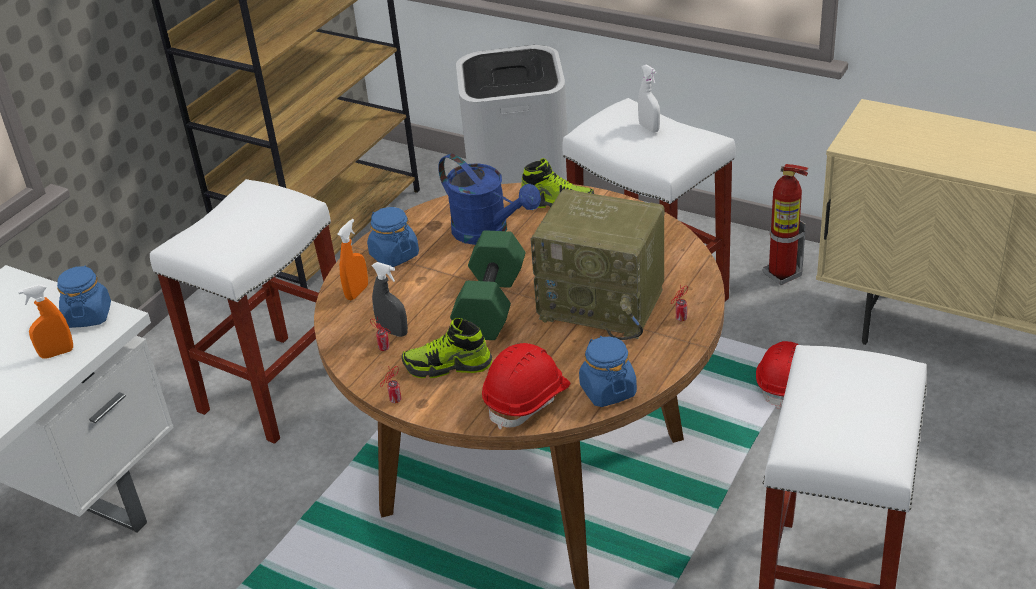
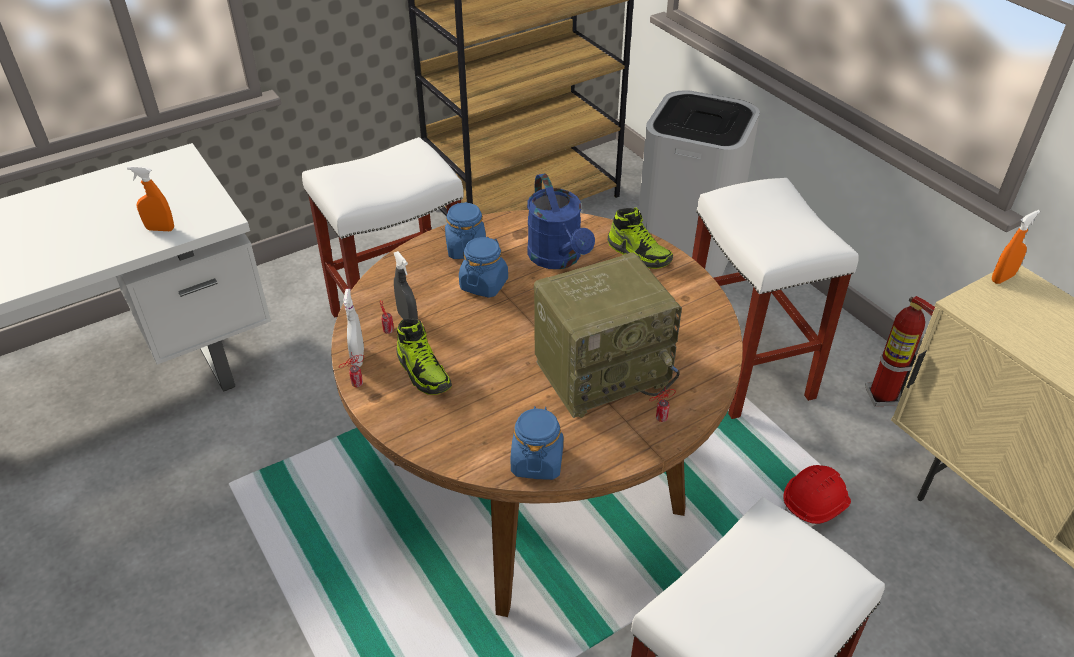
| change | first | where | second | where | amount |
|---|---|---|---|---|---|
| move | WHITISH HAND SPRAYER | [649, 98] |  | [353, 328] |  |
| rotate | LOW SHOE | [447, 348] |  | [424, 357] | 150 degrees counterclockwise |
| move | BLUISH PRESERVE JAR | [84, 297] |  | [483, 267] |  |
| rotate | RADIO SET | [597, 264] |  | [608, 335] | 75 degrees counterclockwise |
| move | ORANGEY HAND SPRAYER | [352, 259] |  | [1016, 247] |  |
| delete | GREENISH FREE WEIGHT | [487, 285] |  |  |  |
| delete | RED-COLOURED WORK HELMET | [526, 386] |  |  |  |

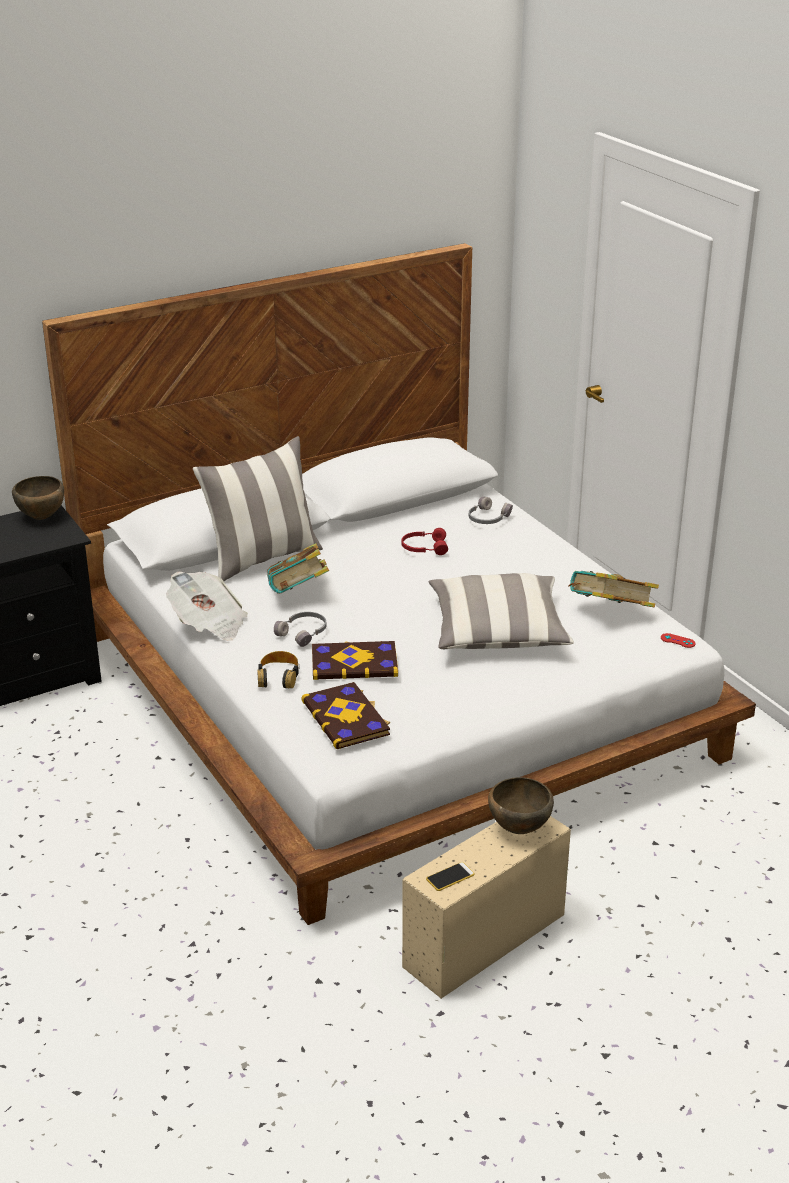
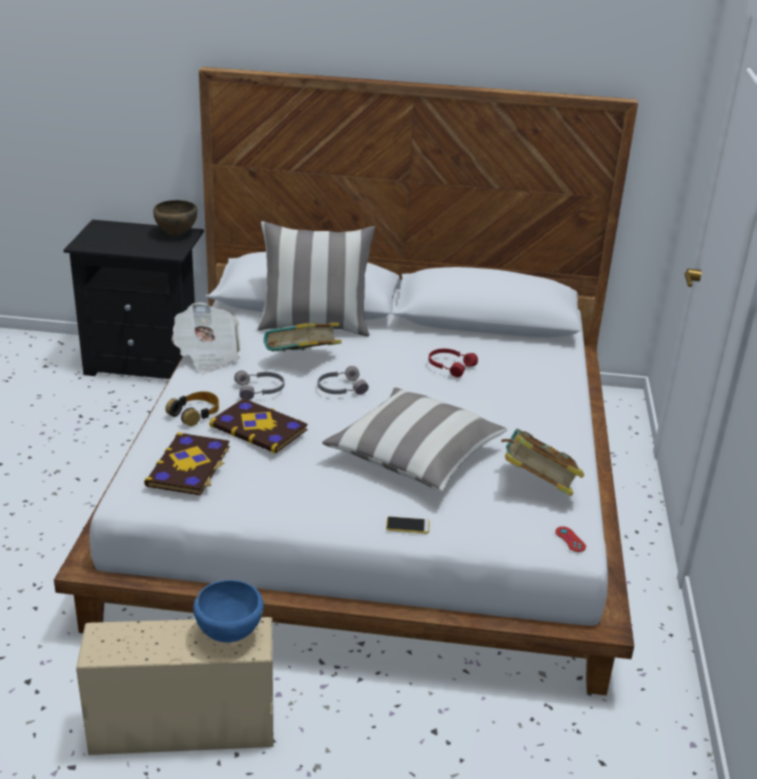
| change | first | where | second | where | amount |
|---|---|---|---|---|---|
| recolor | BROWN SERVING BOWL | [521, 805] | BLUISH SERVING BOWL | [229, 611] |  |
| move | GREY HEADPHONES | [491, 510] |  | [343, 380] |  |
| move | PHONE | [450, 876] |  | [408, 525] |  |

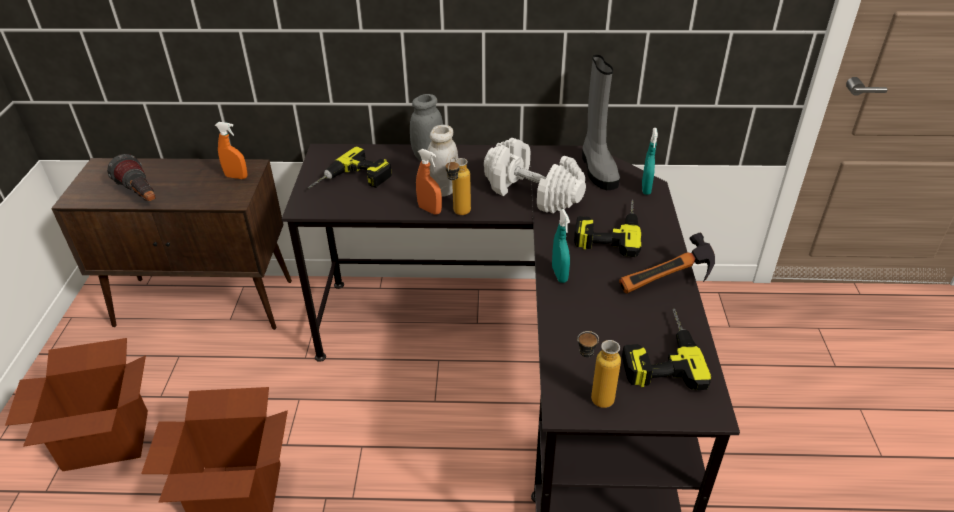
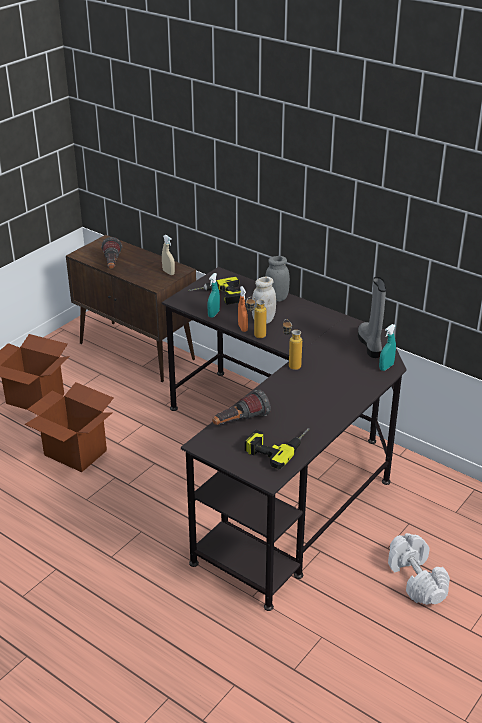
| change | first | where | second | where | amount |
|---|---|---|---|---|---|
| recolor | ORANGEY HAND SPRAYER | [231, 150] | BEIGE HAND SPRAYER | [168, 255] |  |
| move | TURQUOISE HAND SPRAYER | [561, 246] |  | [214, 295] |  |
| insert |  |  | TORCH | [241, 407] |  |
| move | BOTTLE | [599, 369] |  | [292, 344] |  |
| rotate | GREY HIGH-TOP BOOT | [601, 122] |  | [372, 317] | 150 degrees clockwise |
| move | WHITISH FREE WEIGHT | [535, 176] |  | [419, 569] |  |
| delete | ELECTRIC DRILL | [607, 228] |  |  |  |
| delete | HAND HAMMER | [667, 263] |  |  |  |

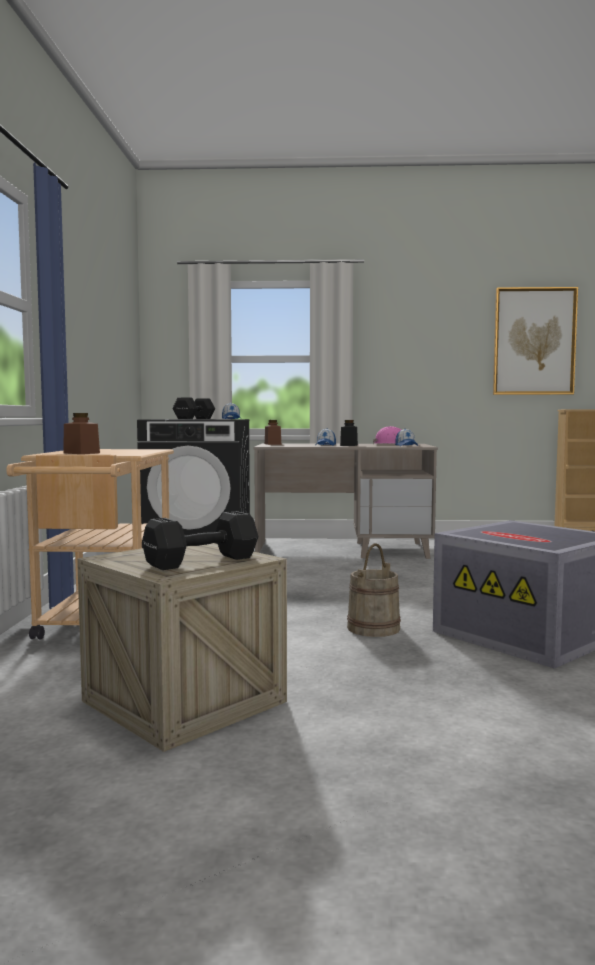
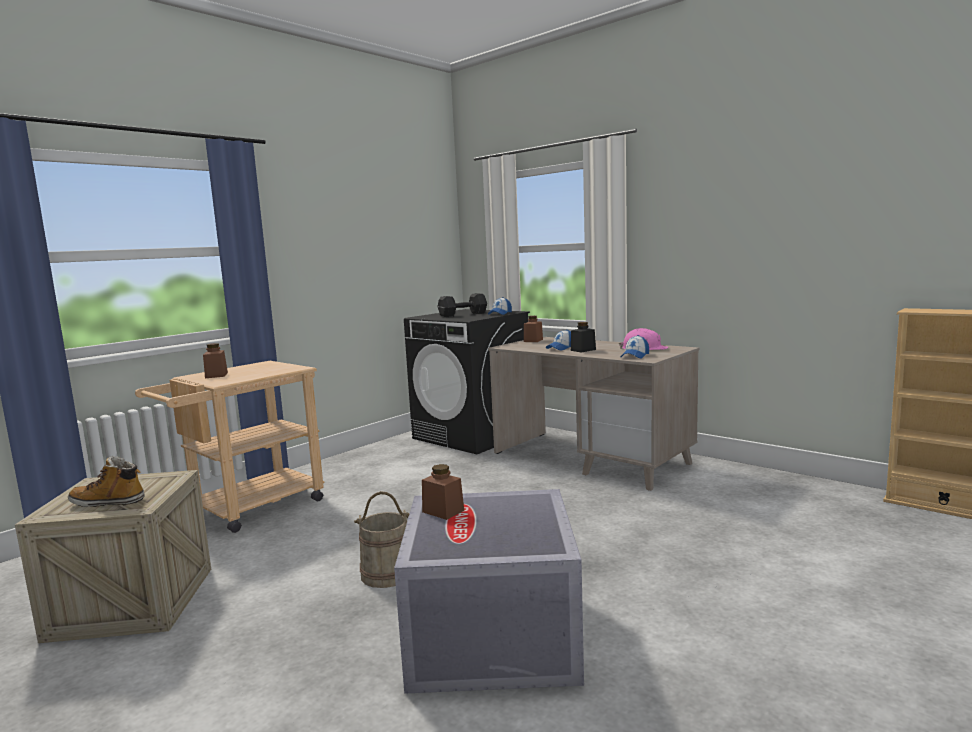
| change | first | where | second | where | amount |
|---|---|---|---|---|---|
| replace | BLACK-COLOURED FREE WEIGHT | [200, 540] | HIGH-TOP BOOT | [106, 481] |  |
| insert |  |  | BROWN PRESERVE JAR | [443, 492] |  |
| delete | WALL PICTURE | [535, 341] |  |  |  |

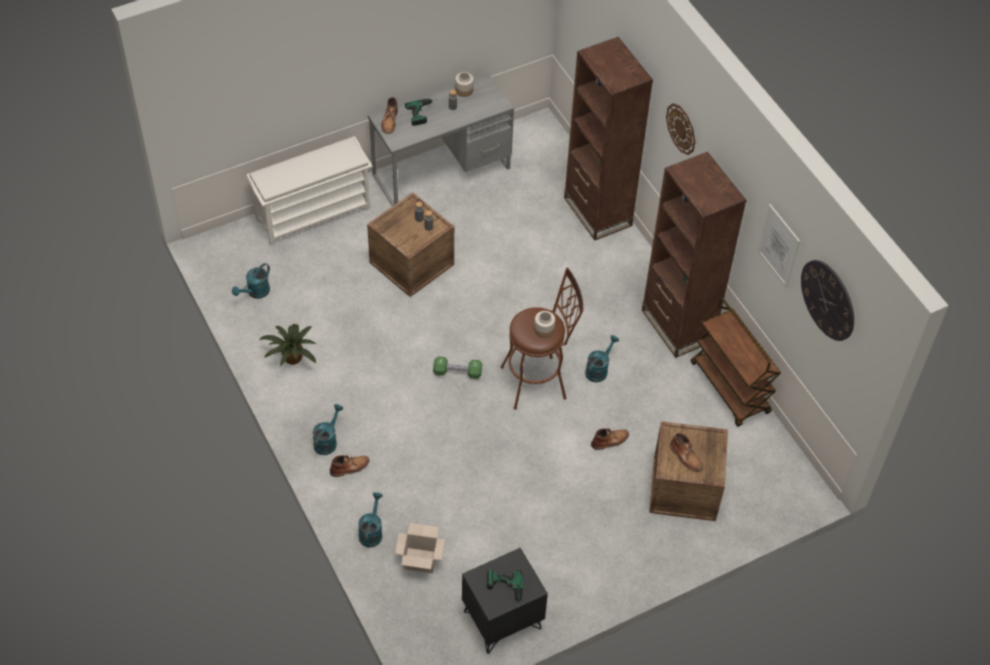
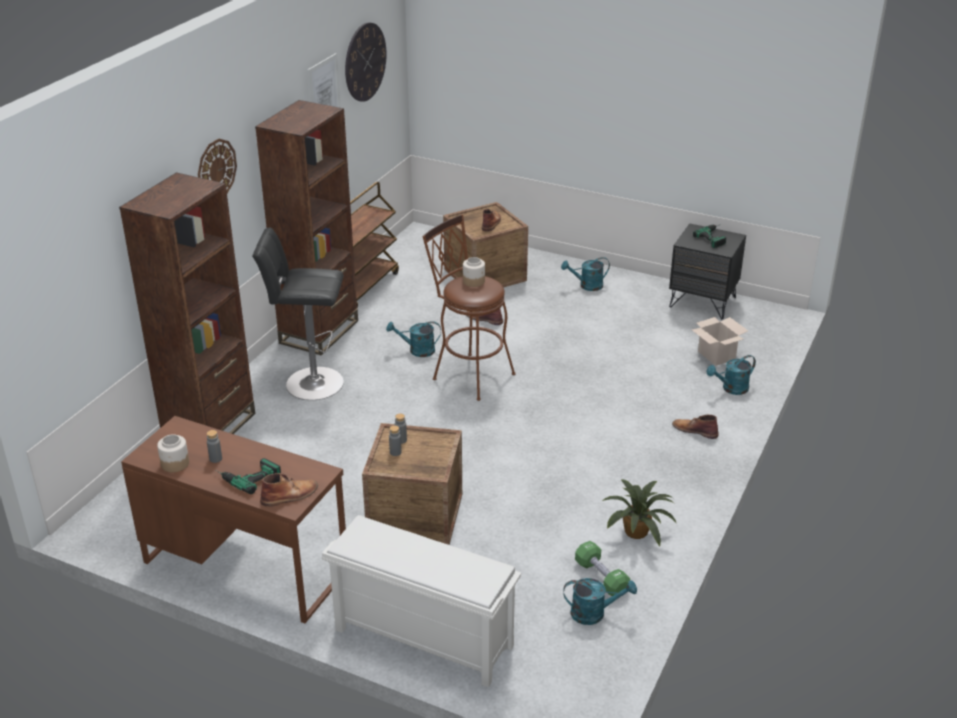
| change | first | where | second | where | amount |
|---|---|---|---|---|---|
| recolor | GREY DESK TABLE | [441, 139] | BROWN DESK TABLE | [233, 519] |  |
| insert |  |  | BLACK-COLOURED SITTING STOOL | [298, 313] |  |
| move | TURQUOISE WATERING POT | [328, 429] |  | [585, 274] |  |
| move | GREENISH FREE WEIGHT | [457, 367] |  | [602, 568] |  |

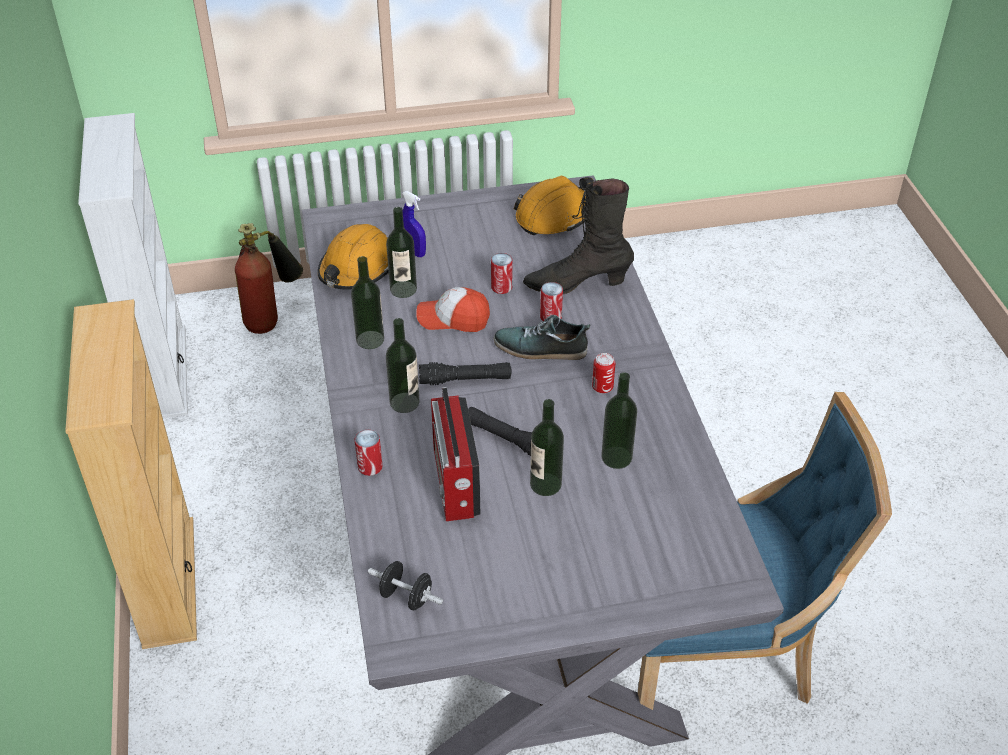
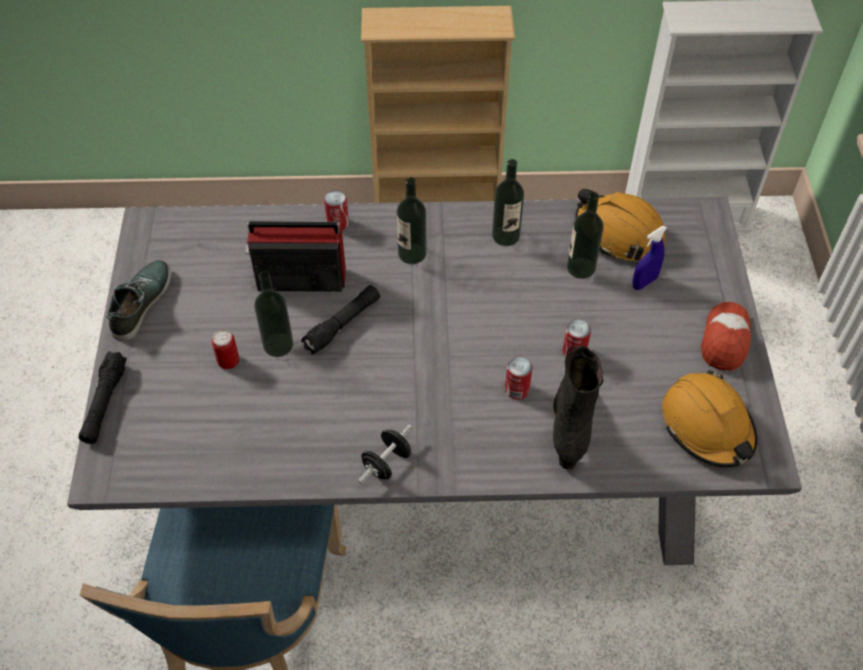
| change | first | where | second | where | amount |
|---|---|---|---|---|---|
| move | BLACK-COLOURED TORCH | [465, 373] |  | [102, 397] |  |
| move | LOW SHOE | [542, 337] |  | [138, 300] |  |
| move | METAL CAN | [603, 373] |  | [225, 349] |  |
| move | BLACK-COLOURED FREE WEIGHT | [405, 585] |  | [385, 454] |  |
| move | PEAKED CAP | [453, 309] |  | [726, 336] |  |
| delete | FIRE EXTINGUISHER | [269, 278] |  |  |  |
| delete | BOTTLE | [619, 420] |  |  |  |

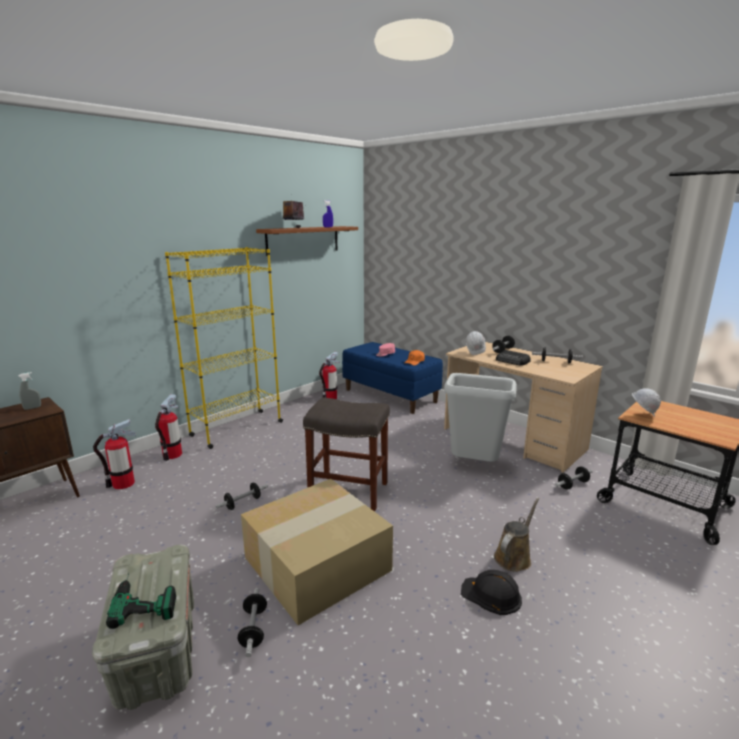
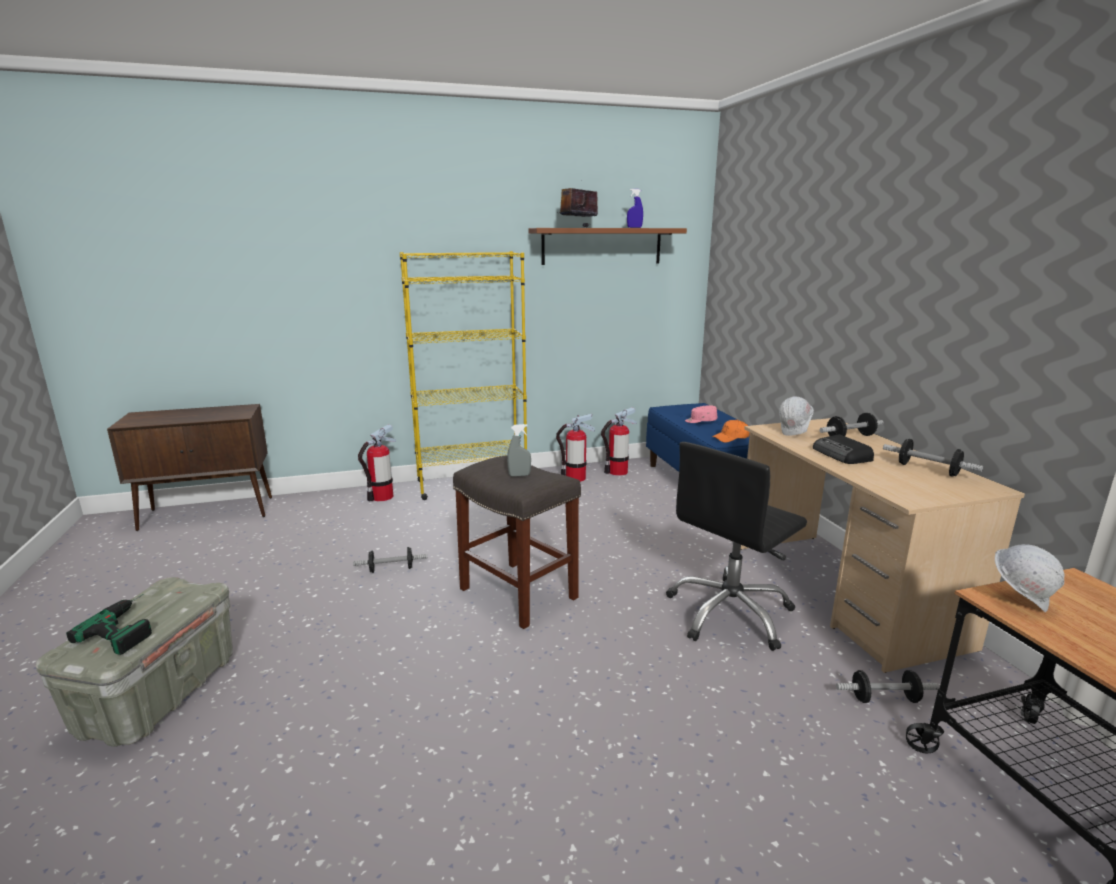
| change | first | where | second | where | amount |
|---|---|---|---|---|---|
| move | GREY HAND SPRAYER | [30, 391] |  | [519, 450] |  |
| move | FIRE EXTINGUISHER | [114, 454] |  | [575, 448] |  |
| replace | GREY WASTE BIN | [480, 417] | BLACK-COLOURED COMPUTER CHAIR | [736, 546] |  |
| delete | FREE WEIGHT | [252, 622] |  |  |  |
| delete | CARDBOARD BOX | [317, 552] |  |  |  |
| delete | BLACK-COLOURED WORK HELMET | [491, 592] |  |  |  |
| delete | BROWN WATERING POT | [517, 535] |  |  |  |

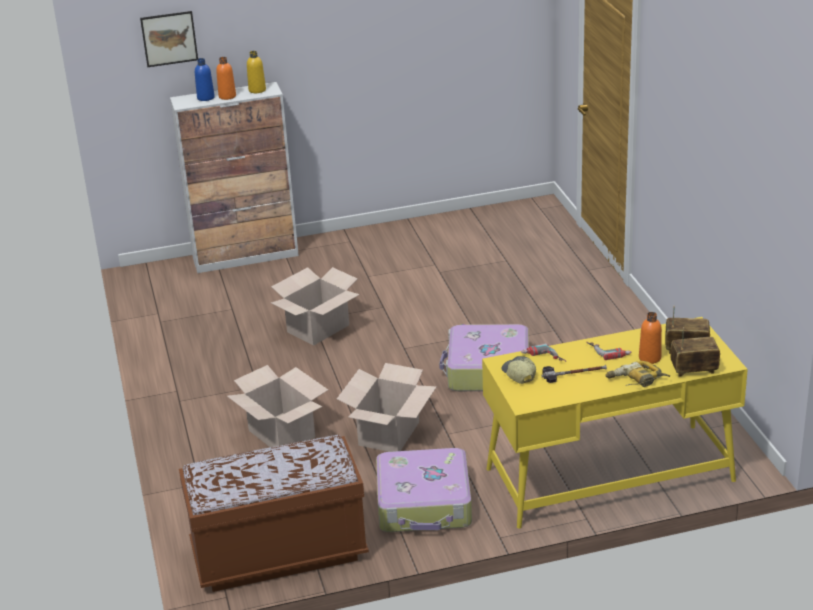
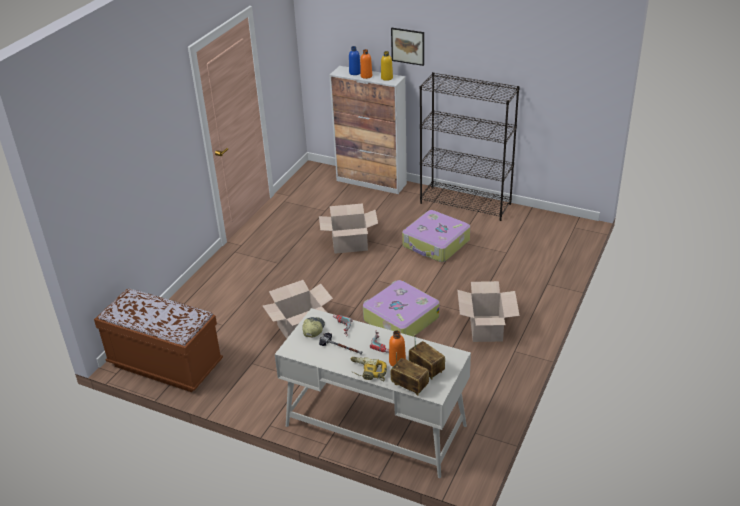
| change | first | where | second | where | amount |
|---|---|---|---|---|---|
| recolor | YELLOW DESK TABLE | [615, 423] | WHITISH DESK TABLE | [373, 393] |  |
| move | WALL PICTURE | [169, 39] |  | [407, 47] |  |
| move | TRAVEL CASE | [424, 490] |  | [436, 236] |  |
| insert |  |  | BLACK-COLOURED BOOKSHELF | [470, 146] |  |
| move | CARDBOARD BOX | [277, 406] |  | [488, 311] |  |

